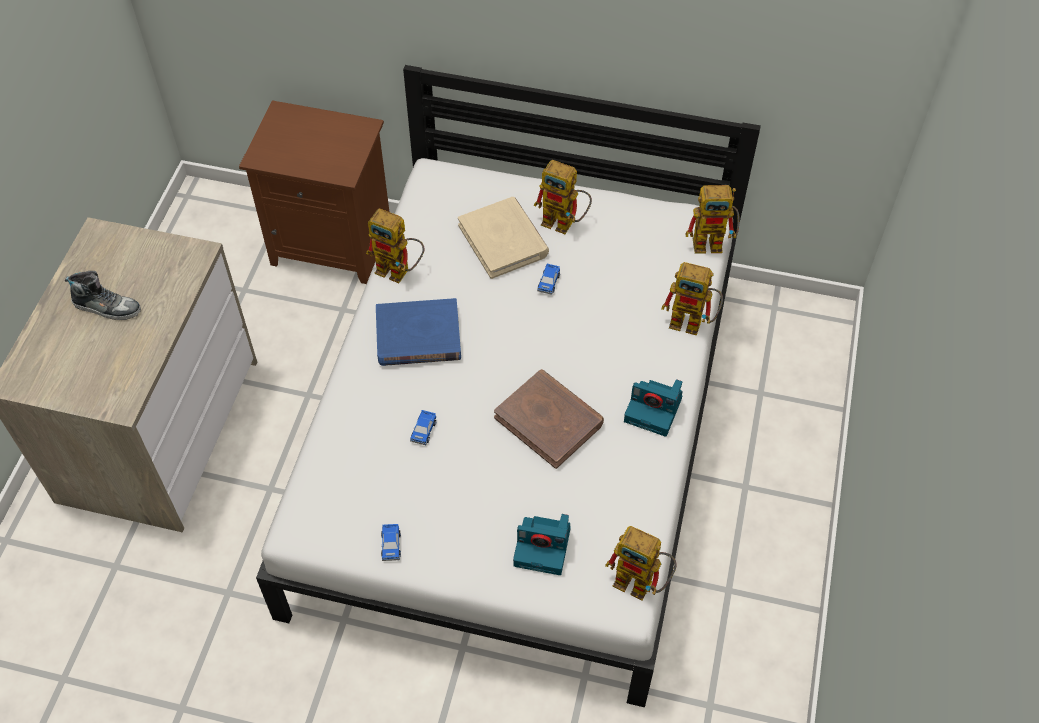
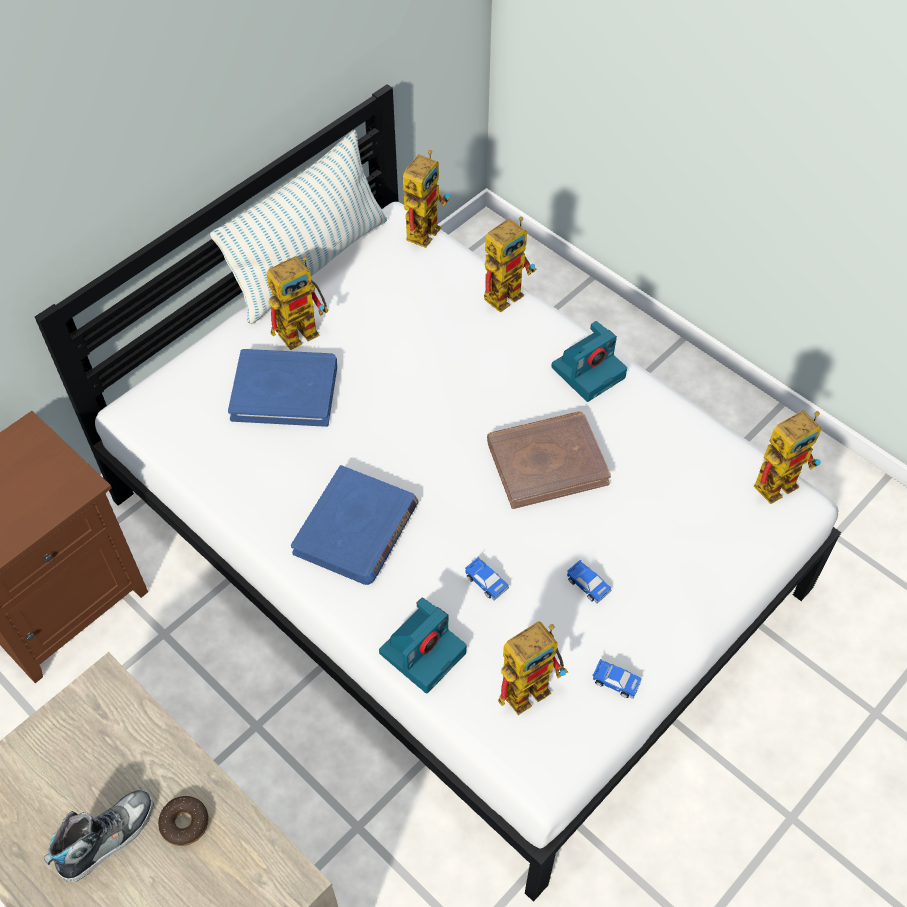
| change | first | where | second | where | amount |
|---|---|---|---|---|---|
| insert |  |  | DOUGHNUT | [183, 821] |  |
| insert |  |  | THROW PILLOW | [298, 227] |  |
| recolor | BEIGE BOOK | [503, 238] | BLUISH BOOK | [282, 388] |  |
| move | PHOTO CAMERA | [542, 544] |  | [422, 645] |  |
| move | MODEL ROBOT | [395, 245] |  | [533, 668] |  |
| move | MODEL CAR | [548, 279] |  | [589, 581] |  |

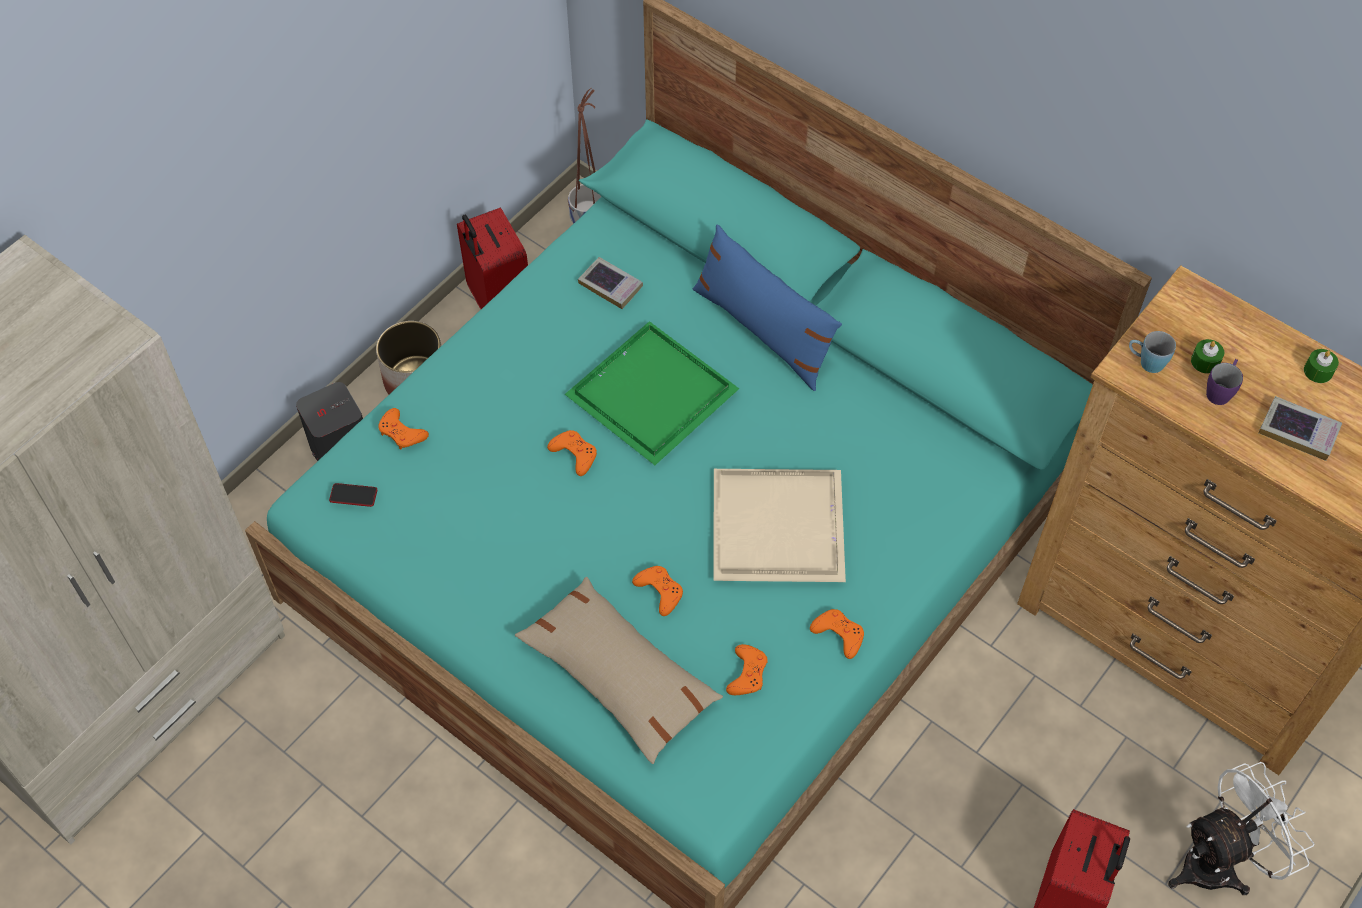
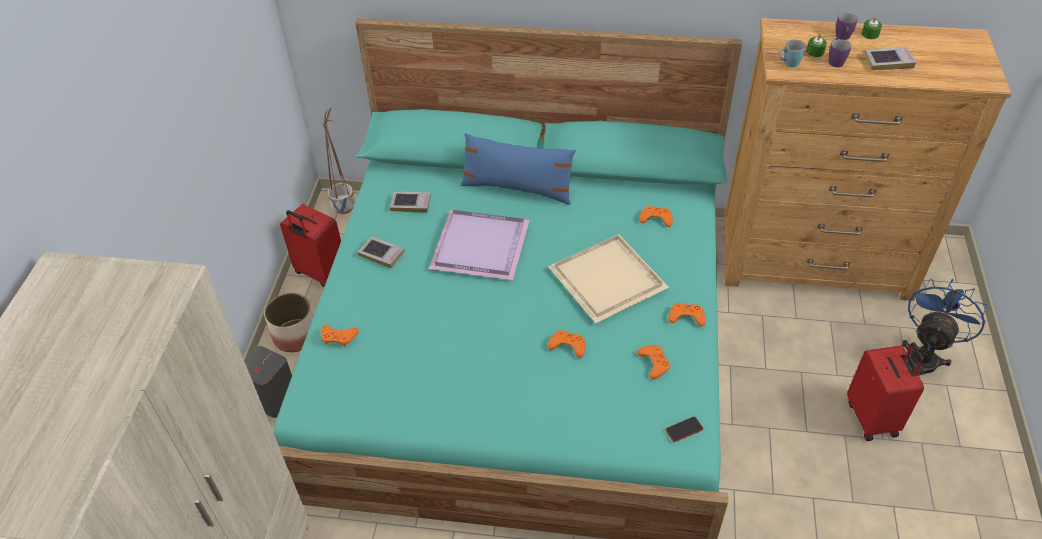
| change | first | where | second | where | amount |
|---|---|---|---|---|---|
| insert |  |  | BOOK | [381, 252] |  |
| recolor | GREENISH SERVING TRAY | [652, 393] | PURPLE-COLOURED SERVING TRAY | [479, 245] |  |
| move | ORANGEY GAME CONTROLLER | [572, 453] |  | [656, 216] |  |
| move | PHONE | [353, 495] |  | [684, 429] |  |
| insert |  |  | PURPLE-COLOURED TEA MUG | [847, 26] |  |
| recolor | WHITISH FAN | [1241, 828] | BLUISH FAN | [945, 327] |  |
| delete | BEIGE THROW PILLOW | [619, 670] |  |  |  |

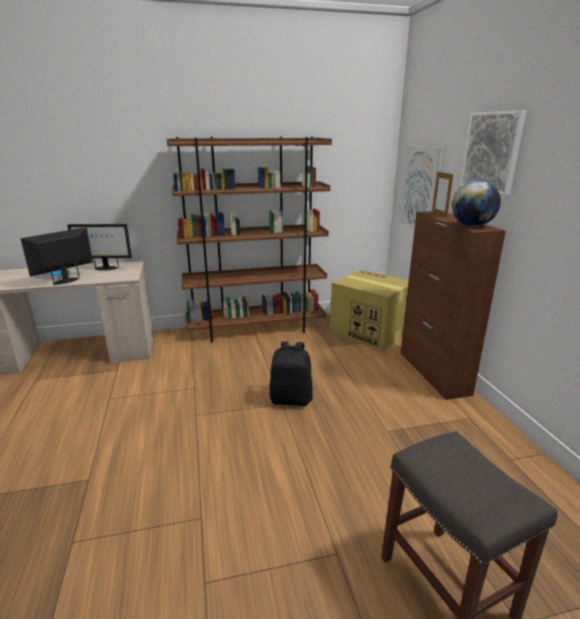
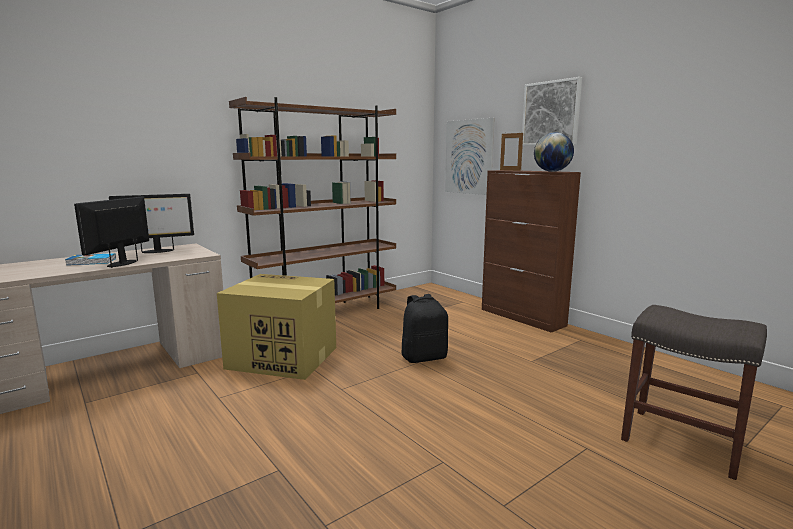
| change | first | where | second | where | amount |
|---|---|---|---|---|---|
| move | CARDBOARD BOX | [369, 310] |  | [276, 327] |  |

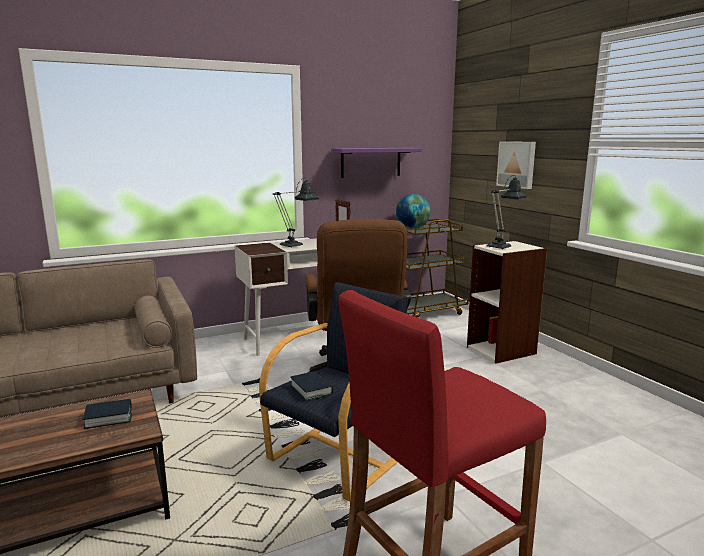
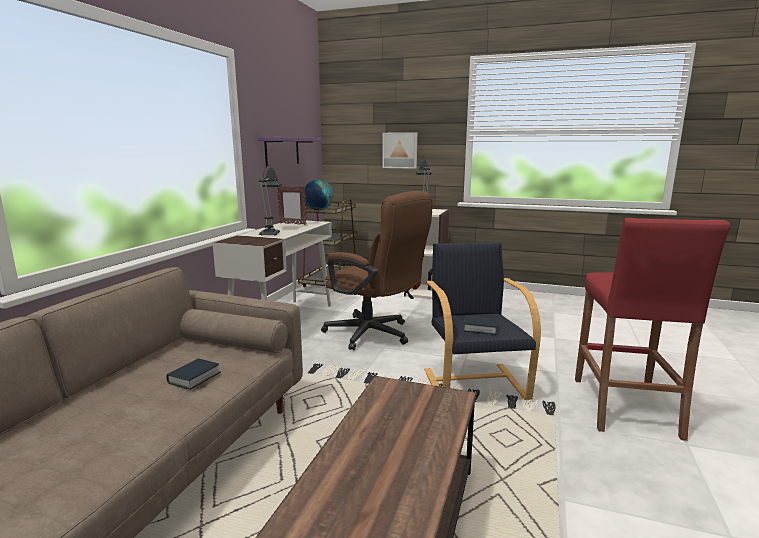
| change | first | where | second | where | amount |
|---|---|---|---|---|---|
| move | BOOK | [107, 414] |  | [193, 374] |  |

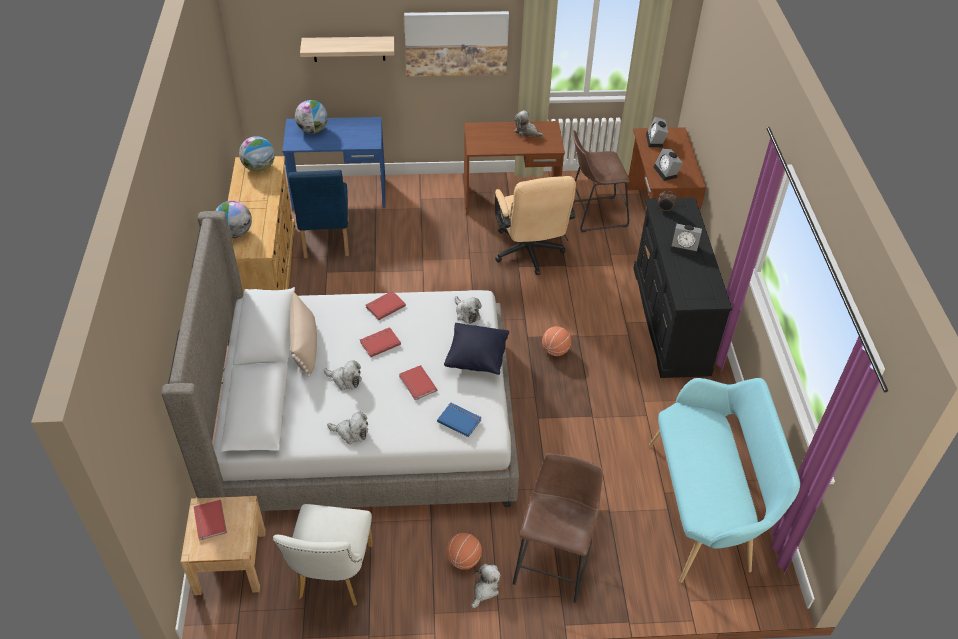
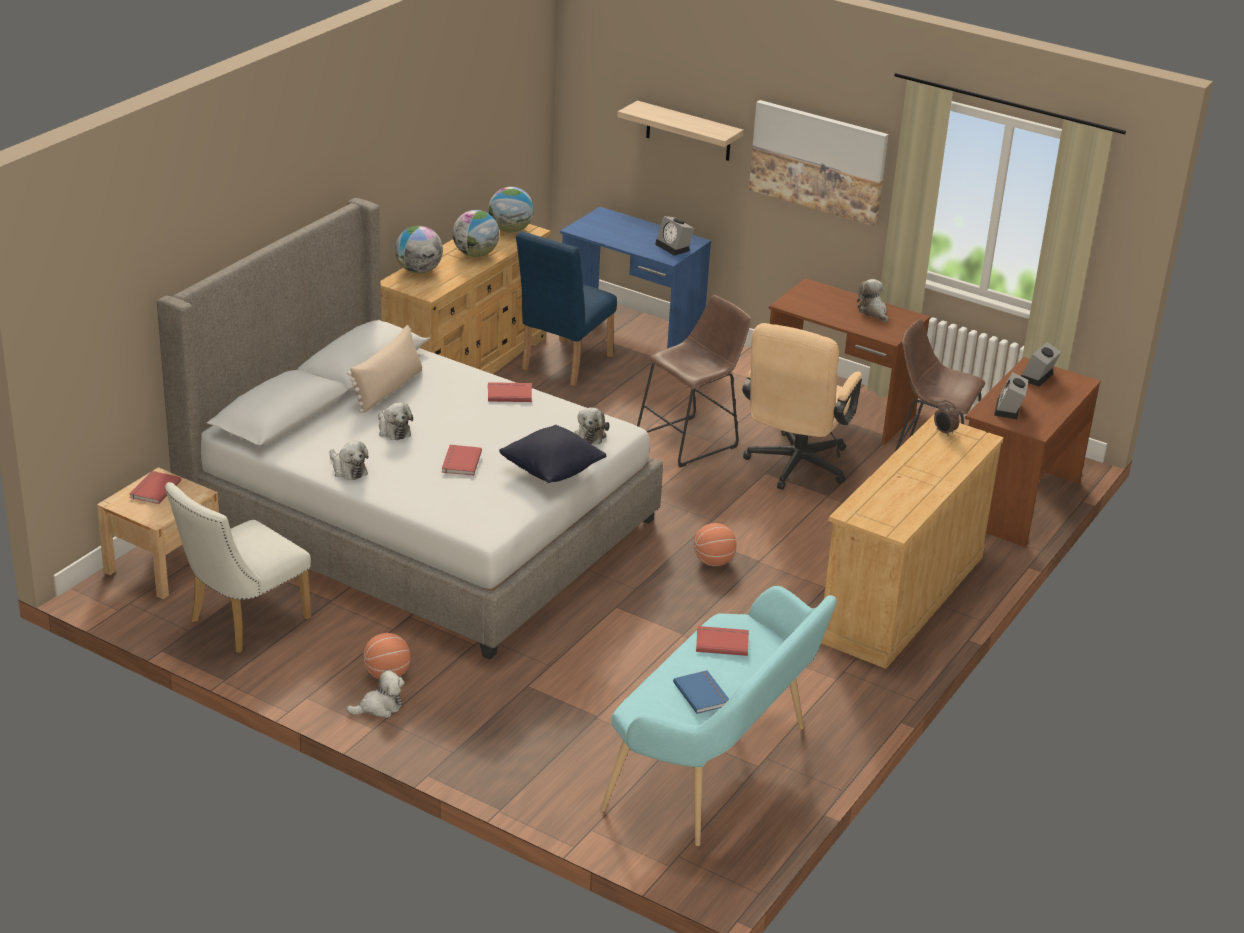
| change | first | where | second | where | amount |
|---|---|---|---|---|---|
| move | DESK GLOBE | [311, 116] |  | [476, 233] |  |
| move | BROWN SITTING STOOL | [558, 528] |  | [694, 381] |  |
| move | BEDSIDE CLOCK | [686, 240] |  | [674, 236] |  |
| move | BLUISH BOOK | [459, 420] |  | [701, 692] |  |
| move | RED-COLOURED BOOK | [380, 342] |  | [722, 641] |  |
| recolor | BLACK-COLOURED DRESSER | [682, 288] | BEIGE DRESSER | [912, 542] |  |

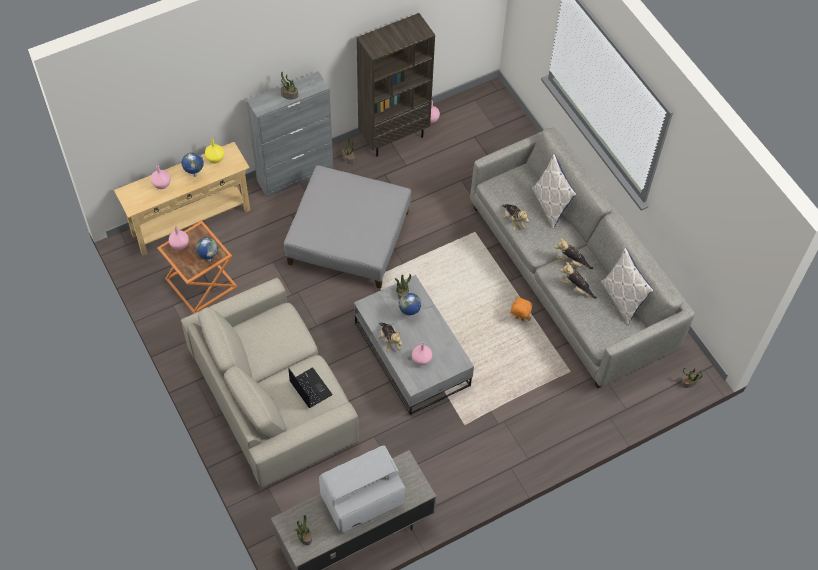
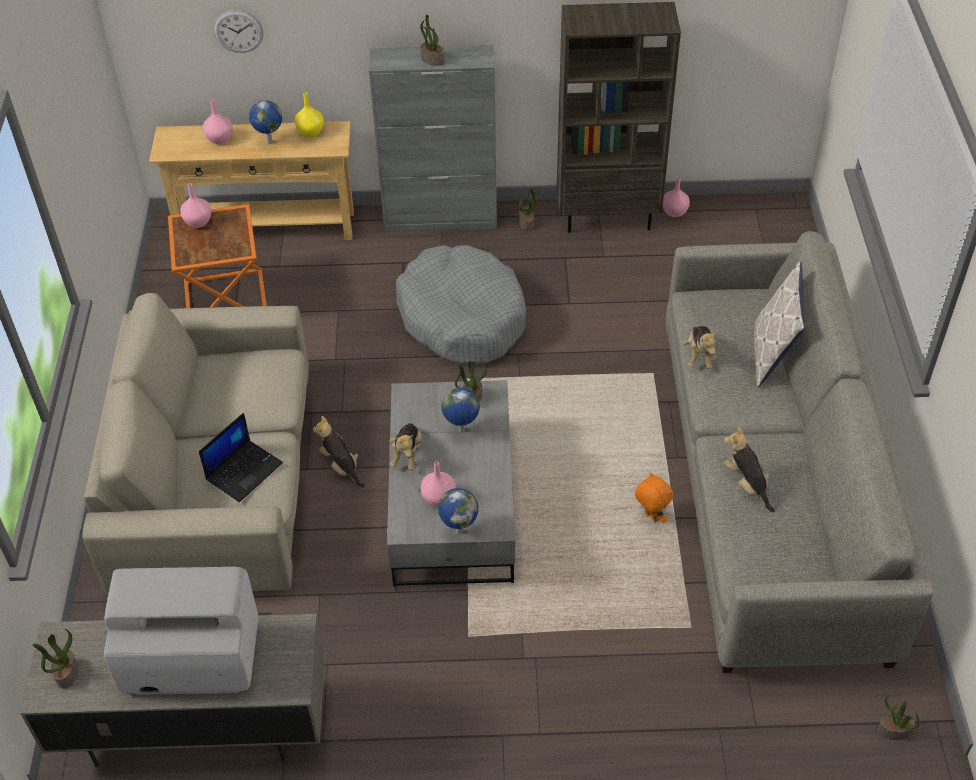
| change | first | where | second | where | amount |
|---|---|---|---|---|---|
| rotate | NOTEBOOK COMPUTER | [310, 387] |  | [241, 457] | 45 degrees clockwise |
| insert |  |  | WALL CLOCK | [238, 31] |  |
| move | SOFT TOY | [574, 253] |  | [339, 452] |  |
| replace | GREY POUFFE | [347, 227] | GREY DOG BED | [461, 305] |  |
| move | DESK GLOBE | [207, 249] |  | [458, 511] |  |
| delete | THROW PILLOW | [627, 286] |  |  |  |

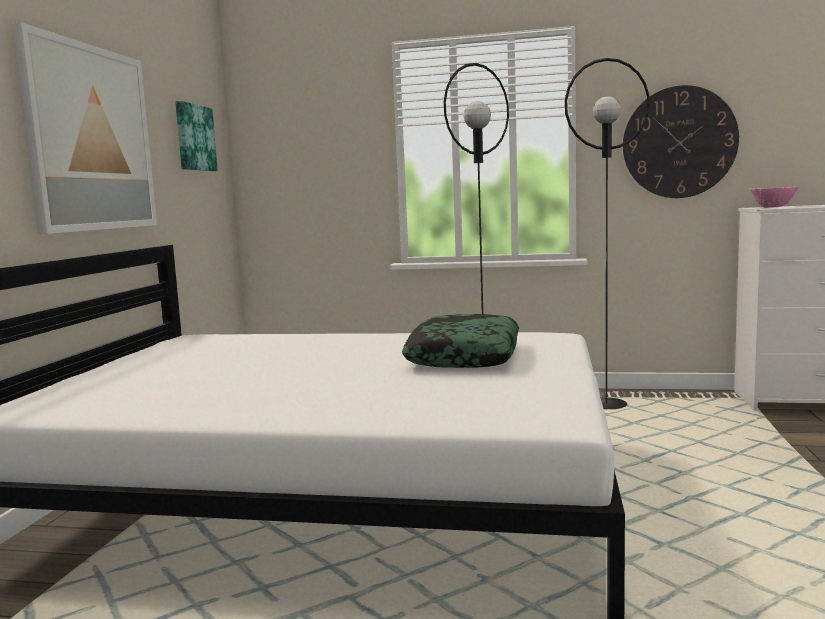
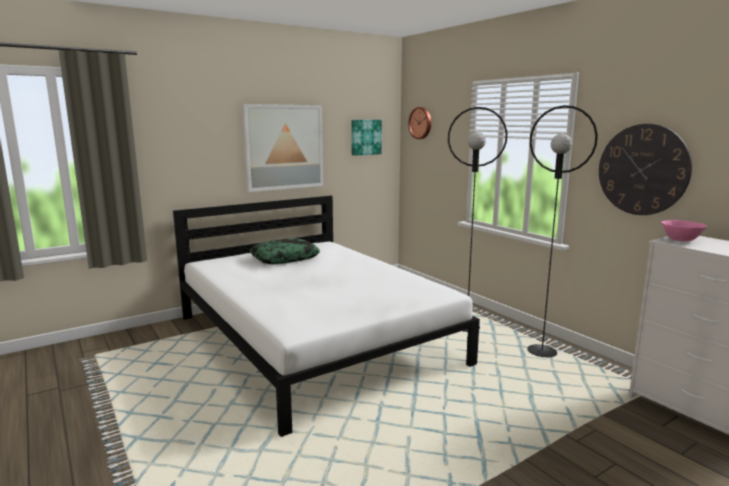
| change | first | where | second | where | amount |
|---|---|---|---|---|---|
| move | THROW PILLOW | [460, 341] |  | [284, 251] |  |
| insert |  |  | WALL CLOCK | [419, 123] |  |

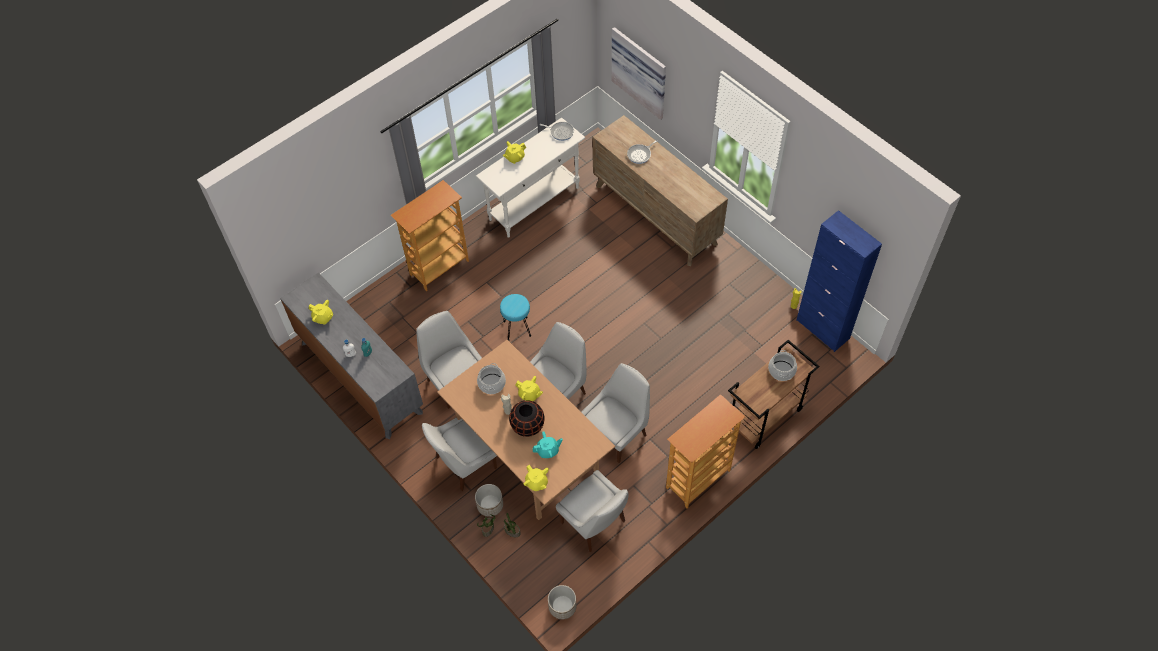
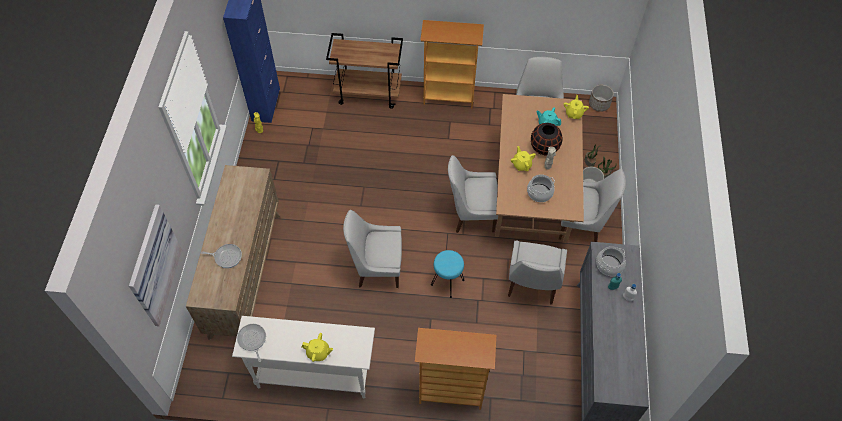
| change | first | where | second | where | amount |
|---|---|---|---|---|---|
| move | WHITISH UPRIGHT CHAIR | [615, 413] |  | [372, 249] |  |
| move | COOKING POT | [782, 365] |  | [611, 261] |  |
| delete | YELLOW POT FOR TEA | [321, 312] |  |  |  |

